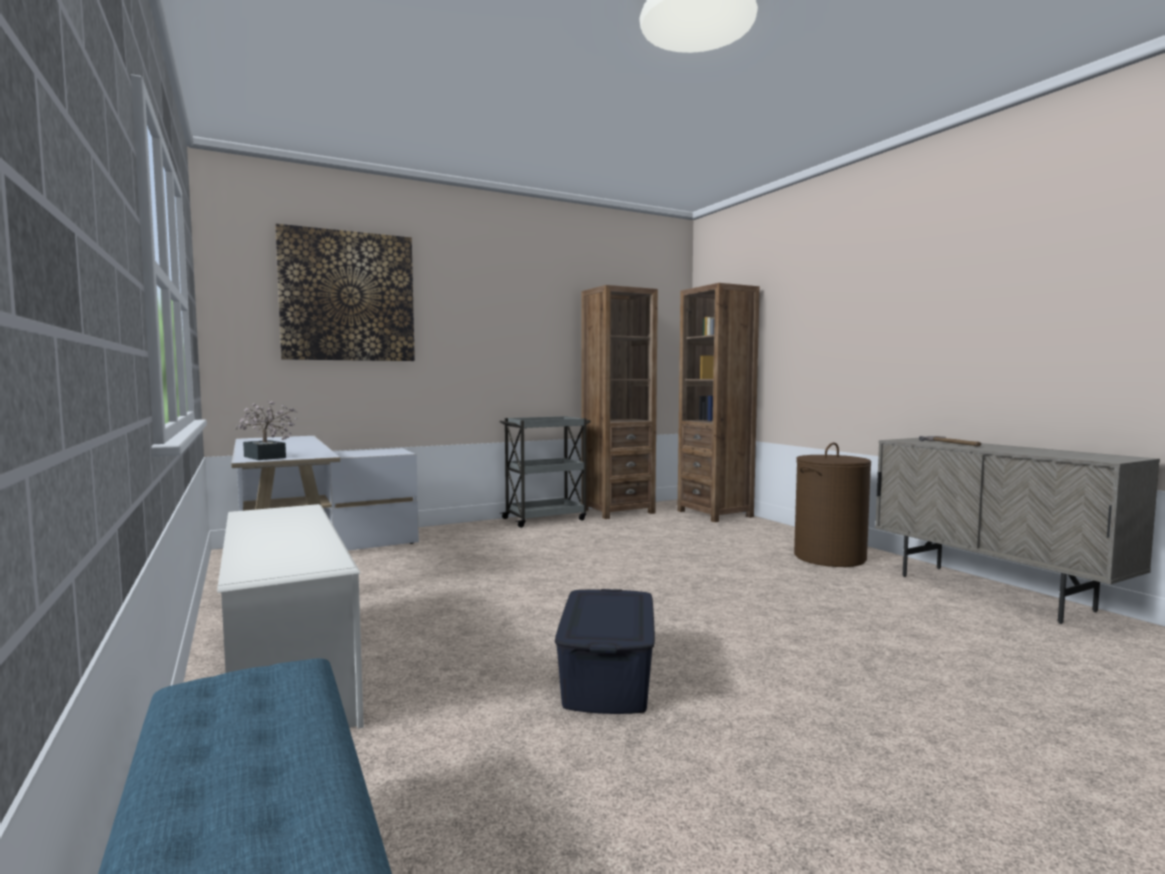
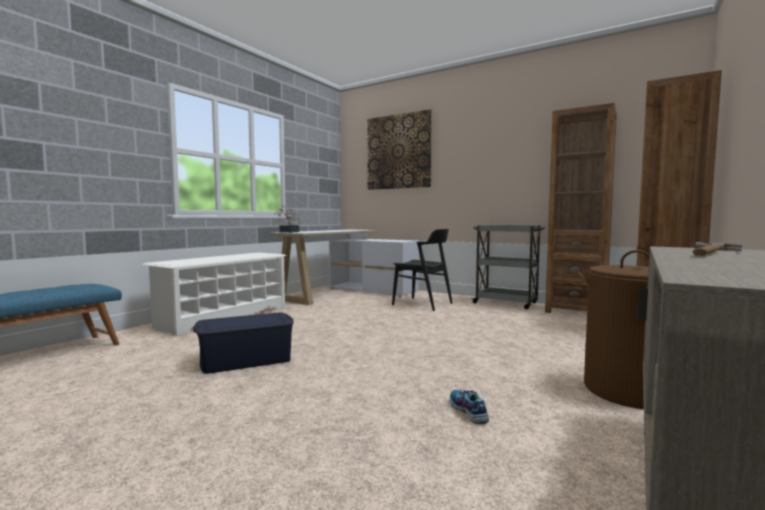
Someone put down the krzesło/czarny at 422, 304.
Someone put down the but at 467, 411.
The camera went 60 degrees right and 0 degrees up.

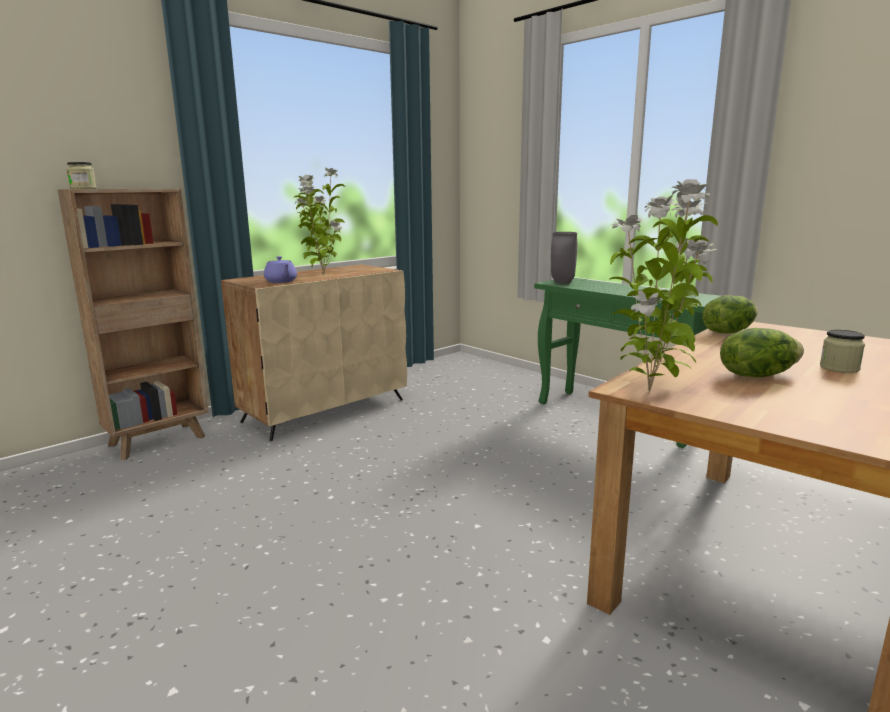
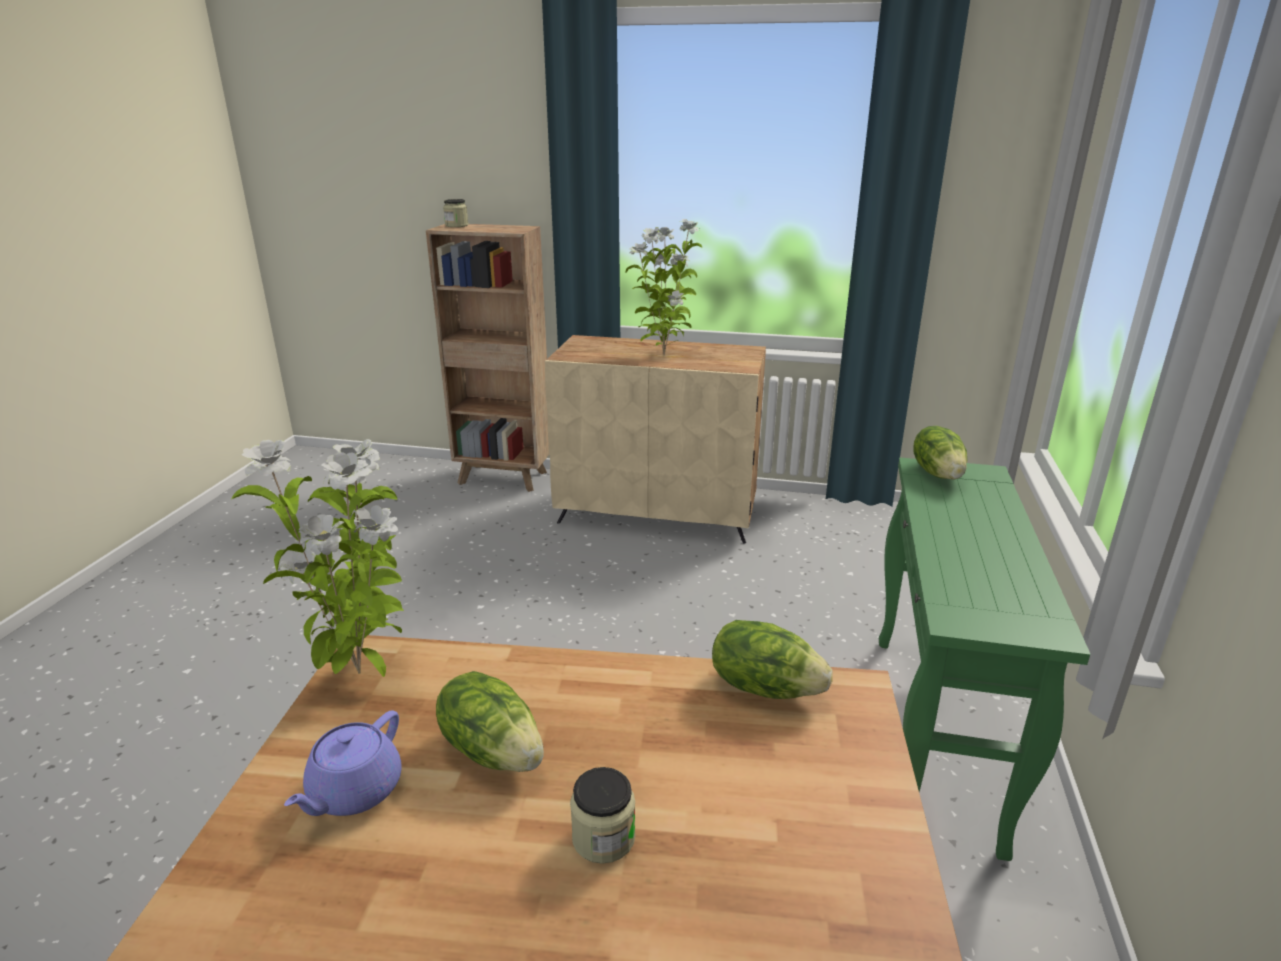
Someone carried the imbryk/fioletowy from 281, 281 to 354, 791.
Someone swapped the wazon/szary at 562, 282 for the sałata at 938, 473.
The camera went 55 degrees right and 10 degrees up.

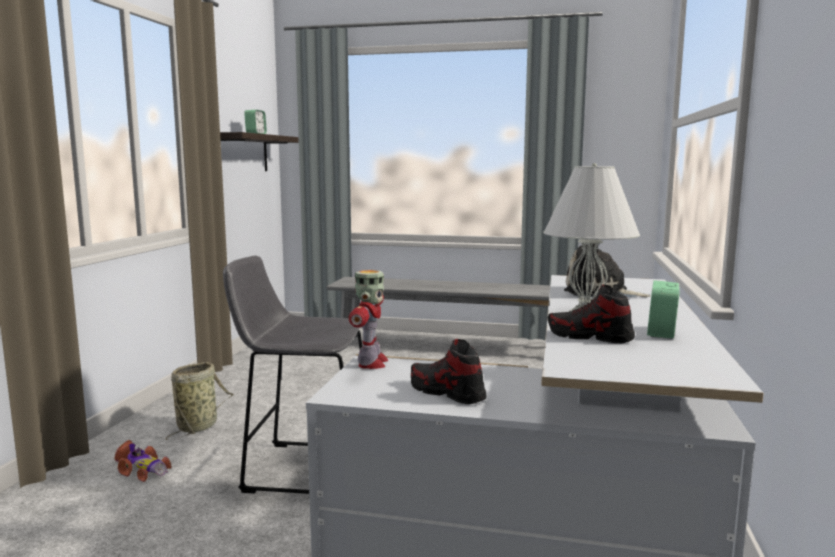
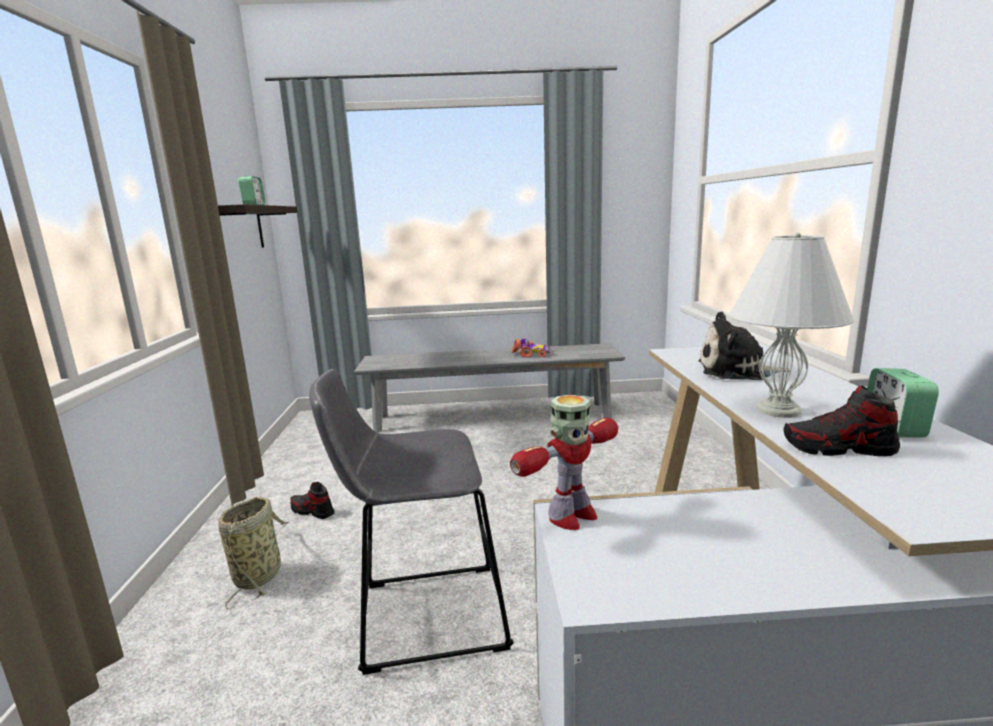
Someone carried the samochodzik from 142, 470 to 531, 354.
Someone carried the but from 446, 392 to 312, 511.
Someone rotated the robot zabawkowy at 371, 363 by 60 degrees clockwise.
The camera went 15 degrees left and 5 degrees up.

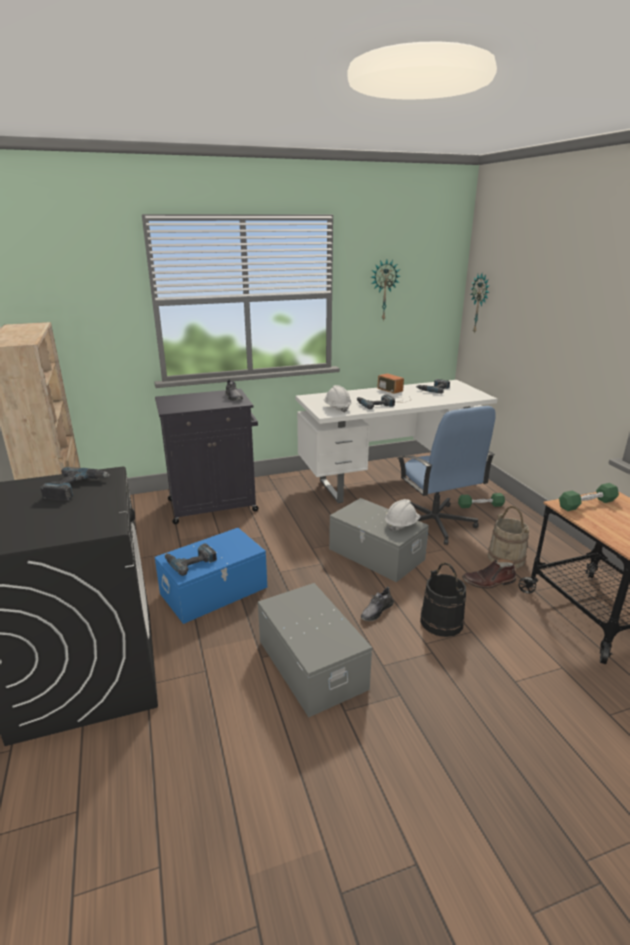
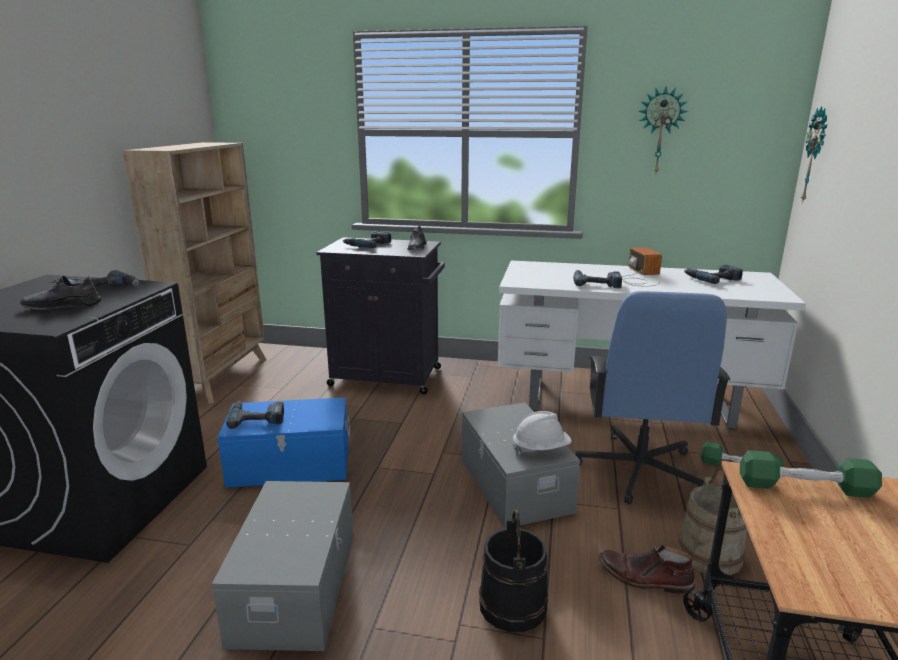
Someone took away the kask/biały at 337, 408.
Someone put down the wiertarka at 368, 245.
Someone carried the but/szary from 376, 611 to 63, 306.
The camera went 30 degrees right and 5 degrees down.

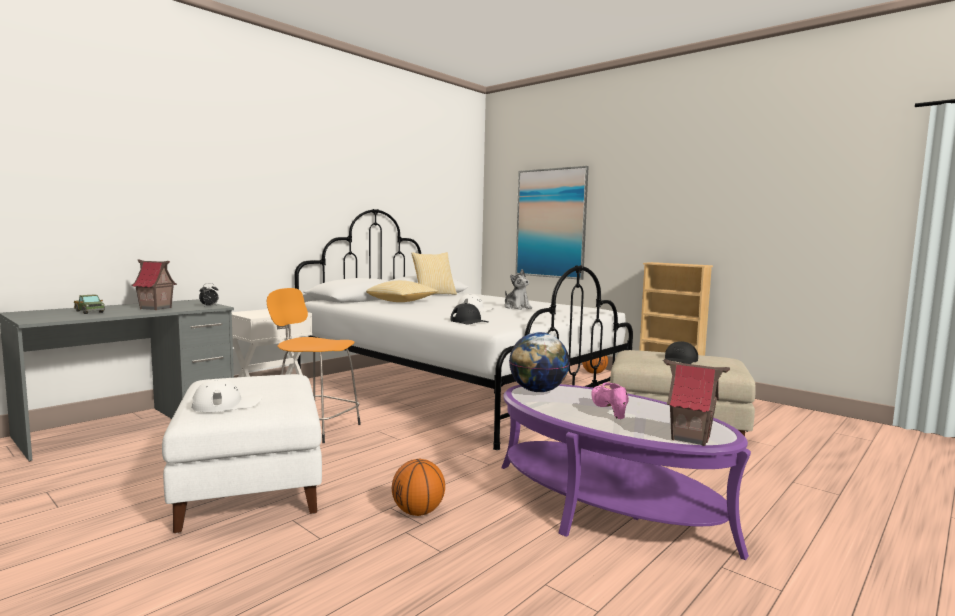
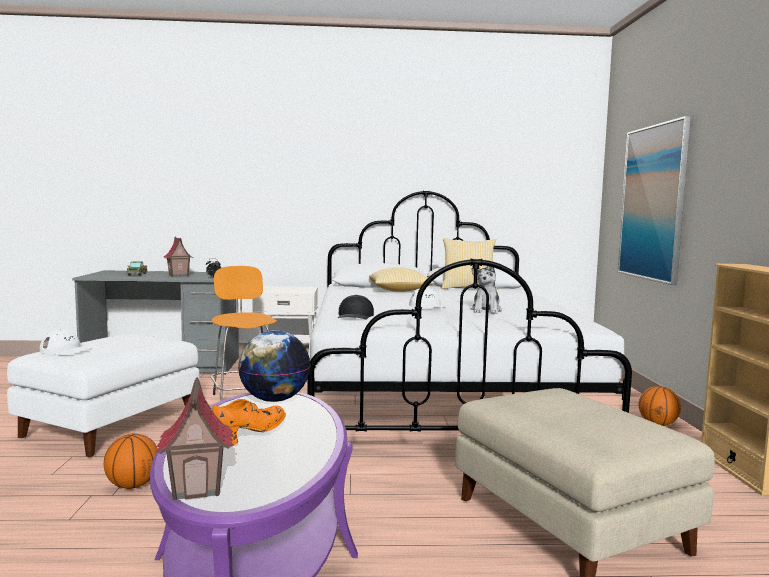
Someone took away the czapka z daszkiem/czarny at 679, 360.
Someone repainted the but/różowy at 608, 411, which became the but/pomarańczowy at 250, 436.
The camera went 45 degrees right and 0 degrees up.

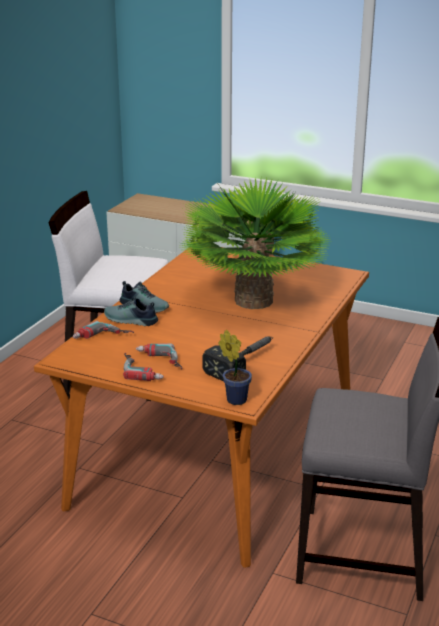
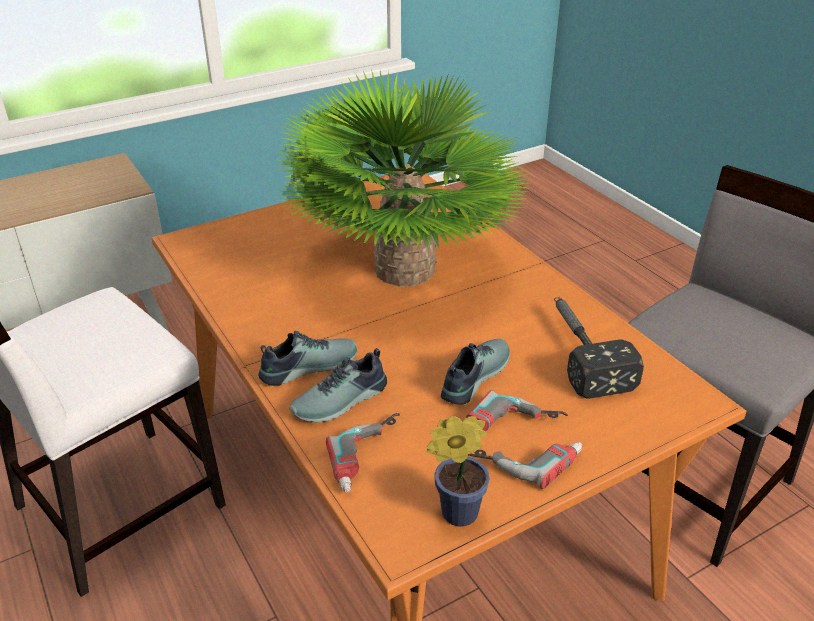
Someone put down the but at 472, 376.
Someone carried the roślina doniczkowa from 234, 399 to 454, 513.
The camera went 55 degrees left and 10 degrees up.

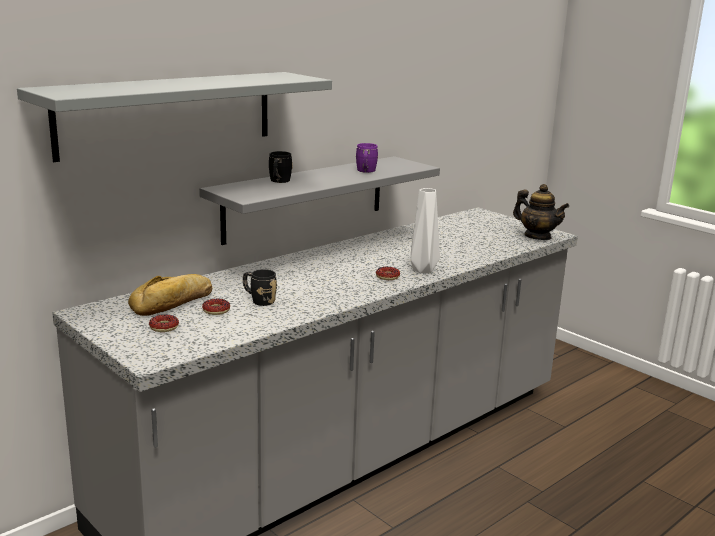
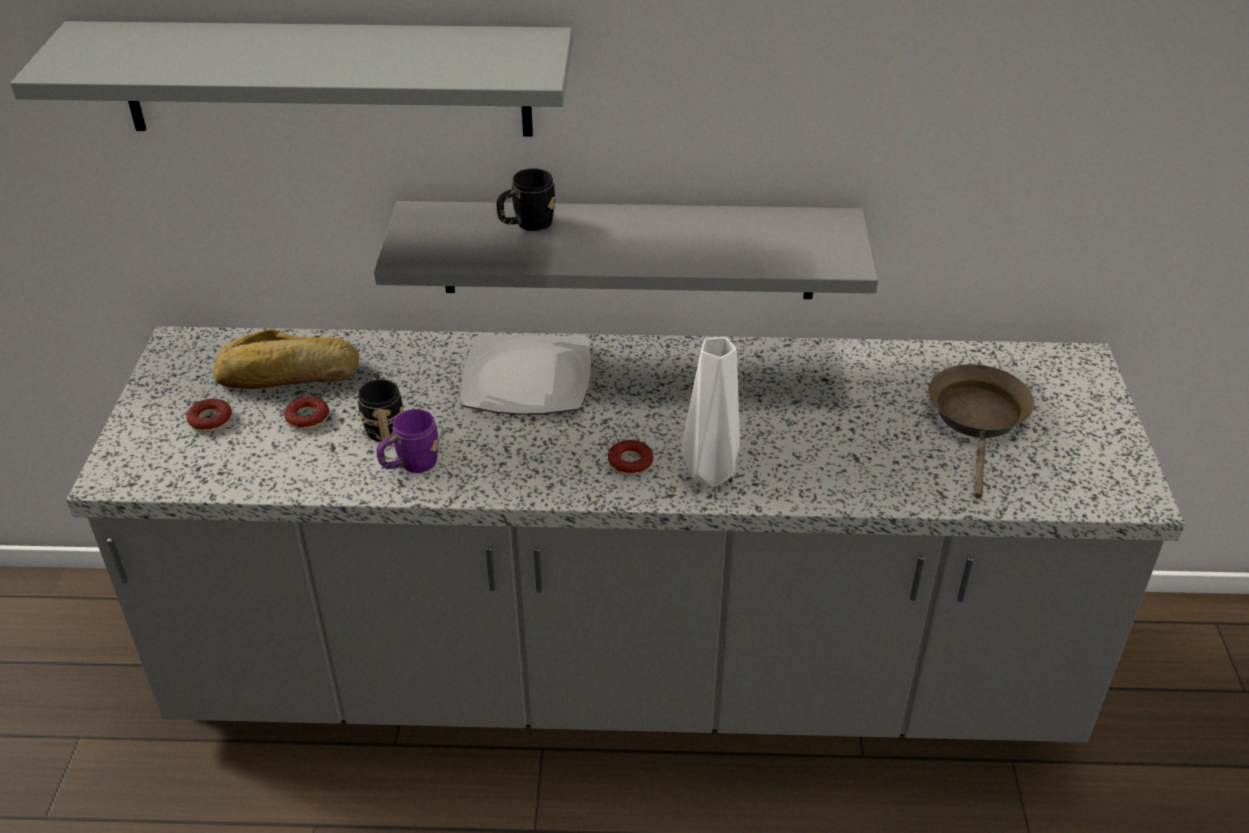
Someone took away the imbryk at 537, 237.
Someone put down the talerz at 526, 378.
Someone put down the patelnia/brązowy at 978, 420.
Someone carried the kubek/fioletowy from 365, 171 to 410, 465.
The camera went 45 degrees right and 20 degrees up.

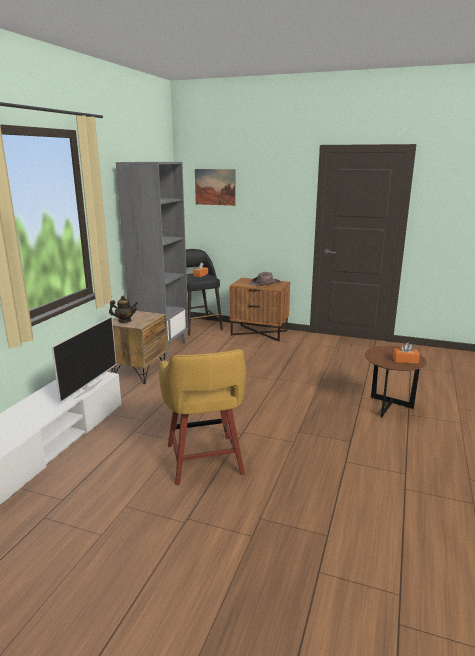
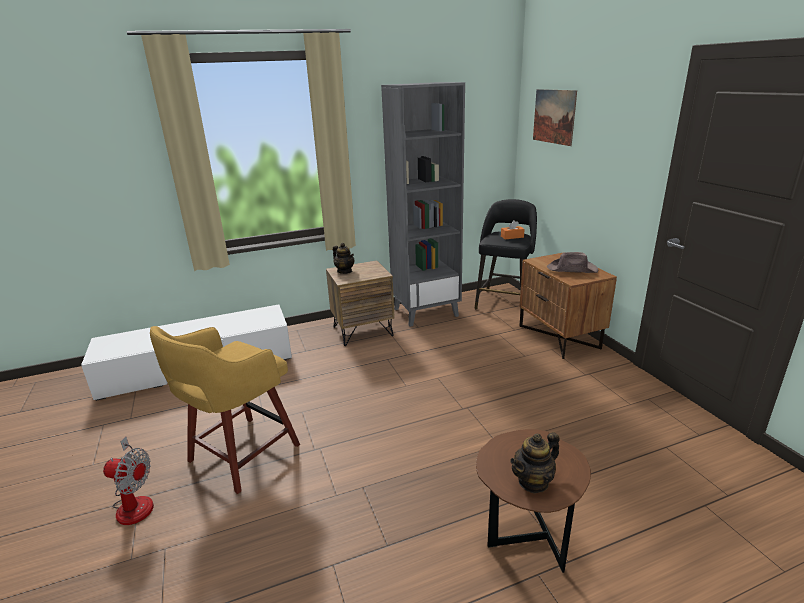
Someone took away the telewizor at 87, 388.
Someone put down the wentylator at 135, 502.
Someone swapped the pudełko chusteczek/pomarańczowy at 405, 360 for the imbryk at 533, 482.
The camera went 50 degrees right and 5 degrees up.

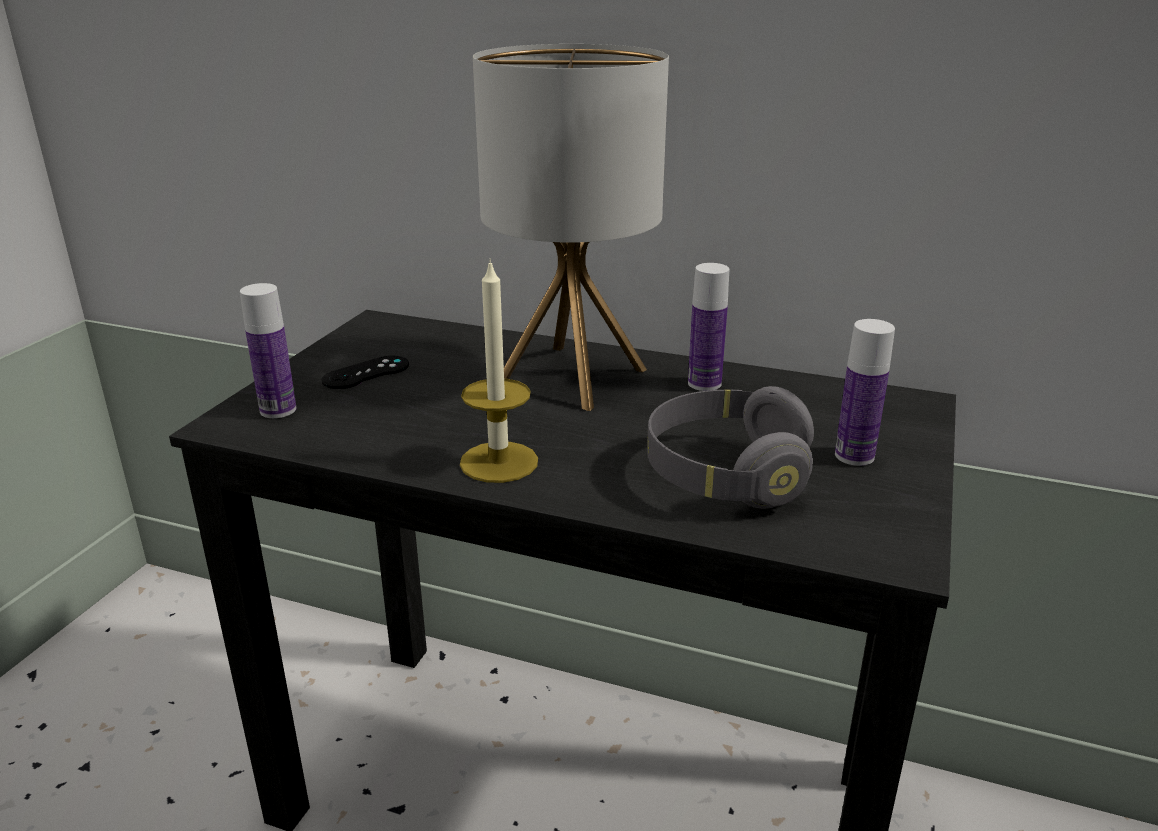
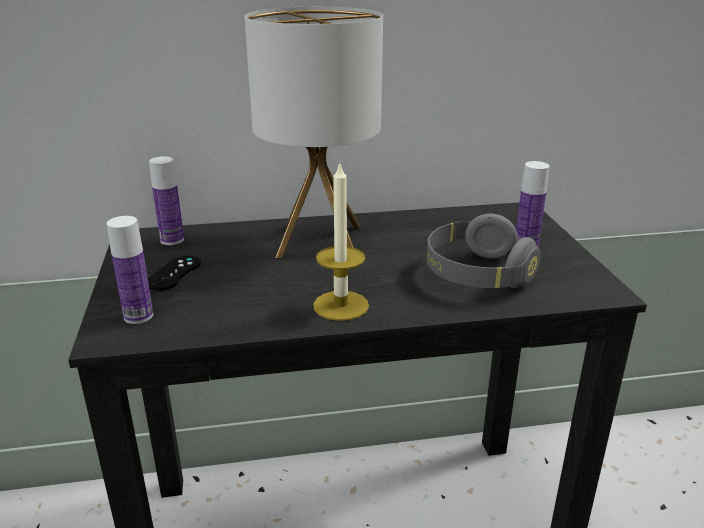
Someone carried the butelka from 704, 383 to 172, 240.
The camera went 30 degrees left and 0 degrees up.

